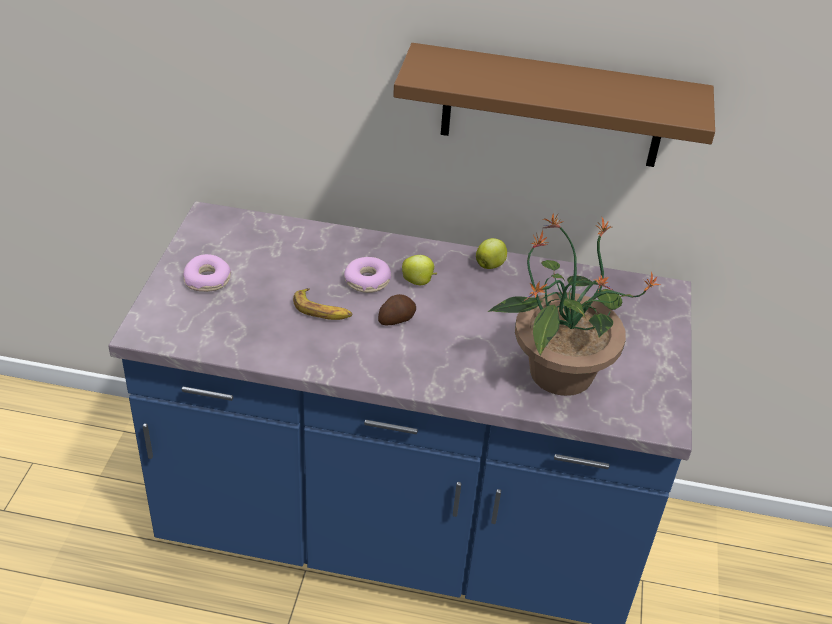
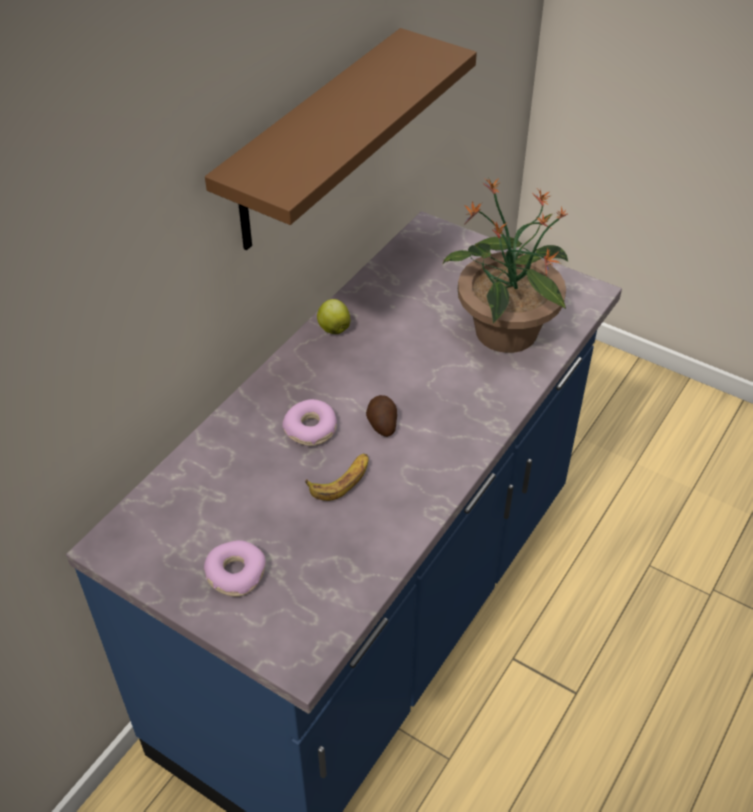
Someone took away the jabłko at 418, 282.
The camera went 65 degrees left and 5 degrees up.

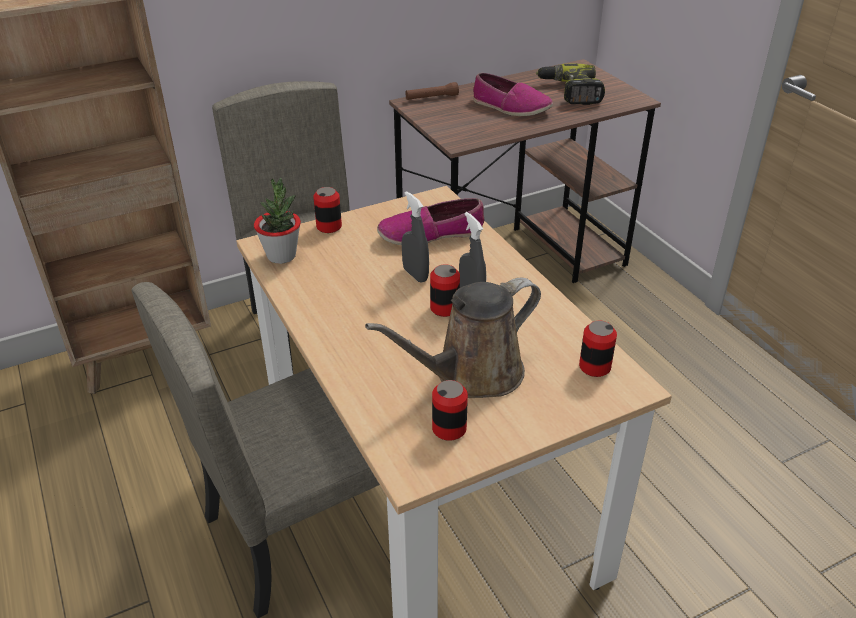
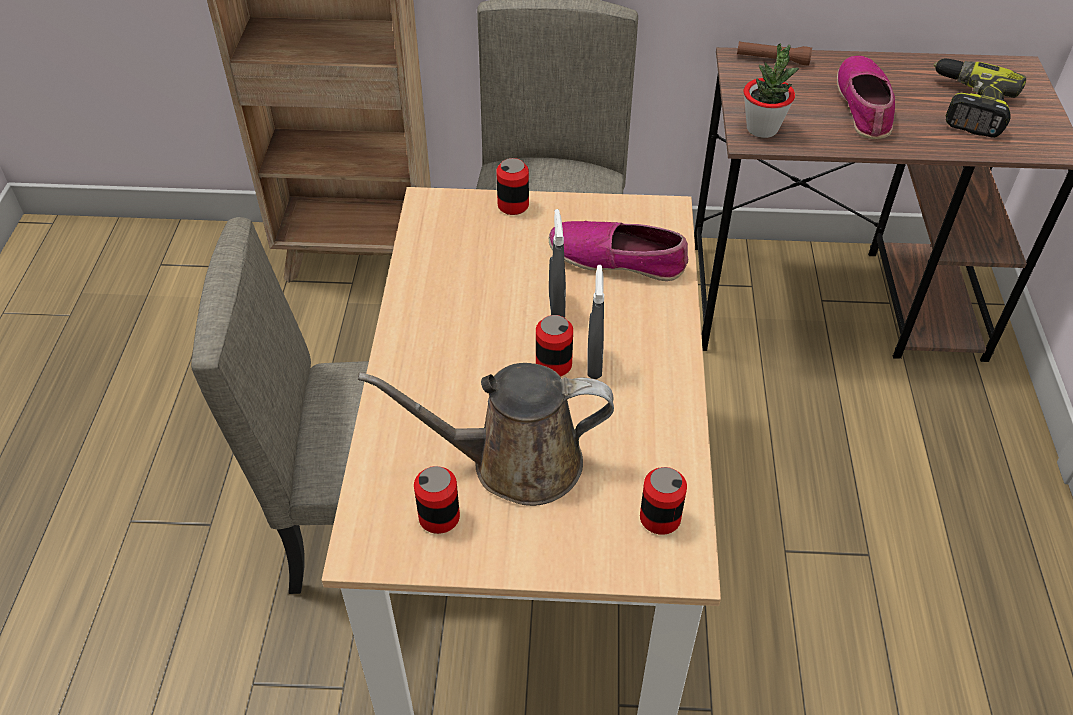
Someone carried the roślina doniczkowa from 281, 256 to 762, 129.
Someone rotated the but at 510, 107 by 150 degrees counterclockwise.
The camera went 30 degrees right and 10 degrees up.

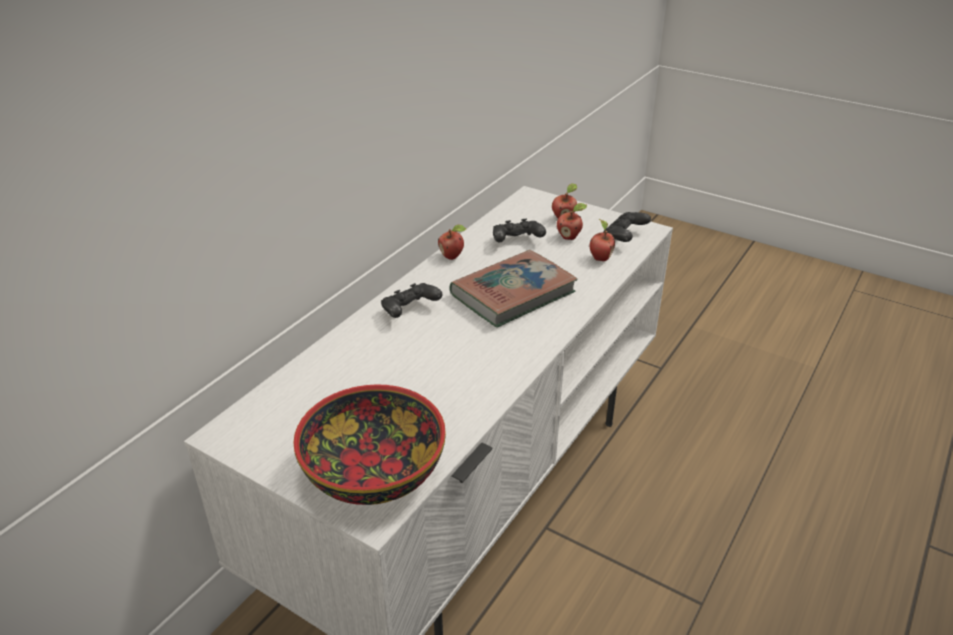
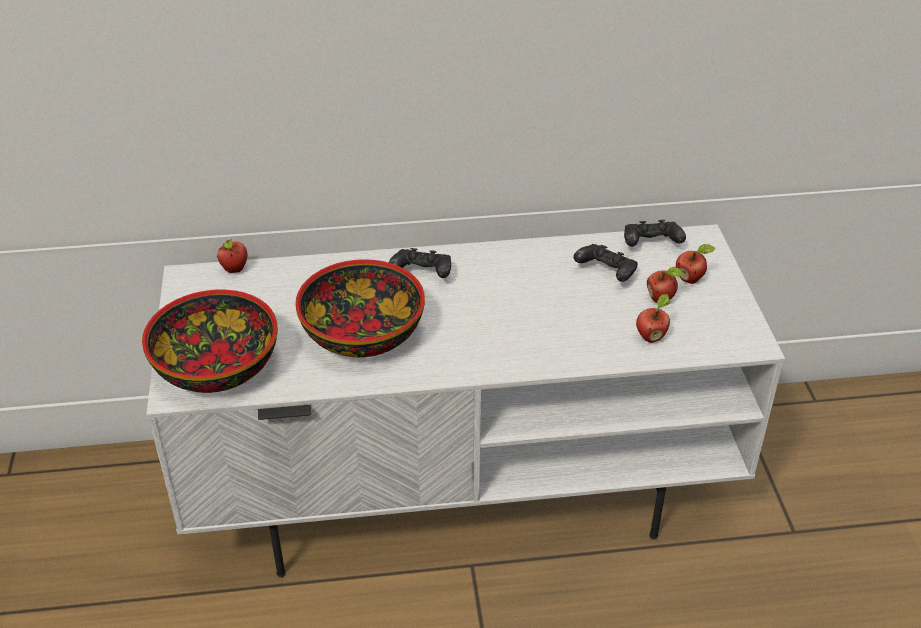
Someone took away the książka at 513, 294.
Someone put down the miska at 362, 333.
Someone carried the jabłko from 452, 257 to 235, 270.
Someone carried the pad do gier/czarny from 624, 237 to 650, 245.
The camera went 50 degrees right and 5 degrees up.

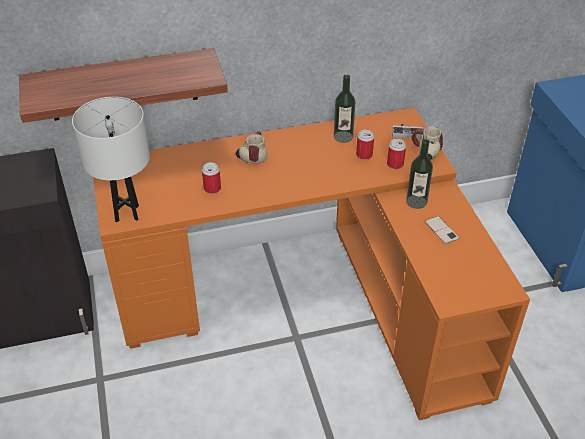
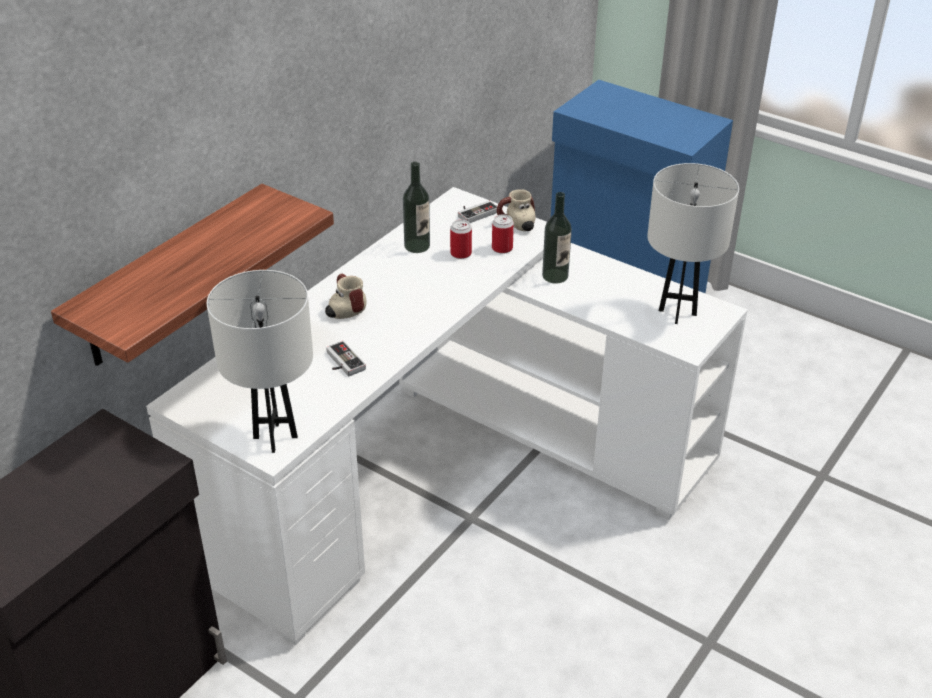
Someone took away the telefon at 441, 230.
Someone put down the lampa stołowa/biały at 677, 312.
Someone swapped the puszka at 212, 188 for the pad do gier at 341, 362.
Someone repainted the biurko/pomarańczowy at 313, 299, which became the biurko/biały at 447, 470.
The camera went 40 degrees left and 5 degrees down.

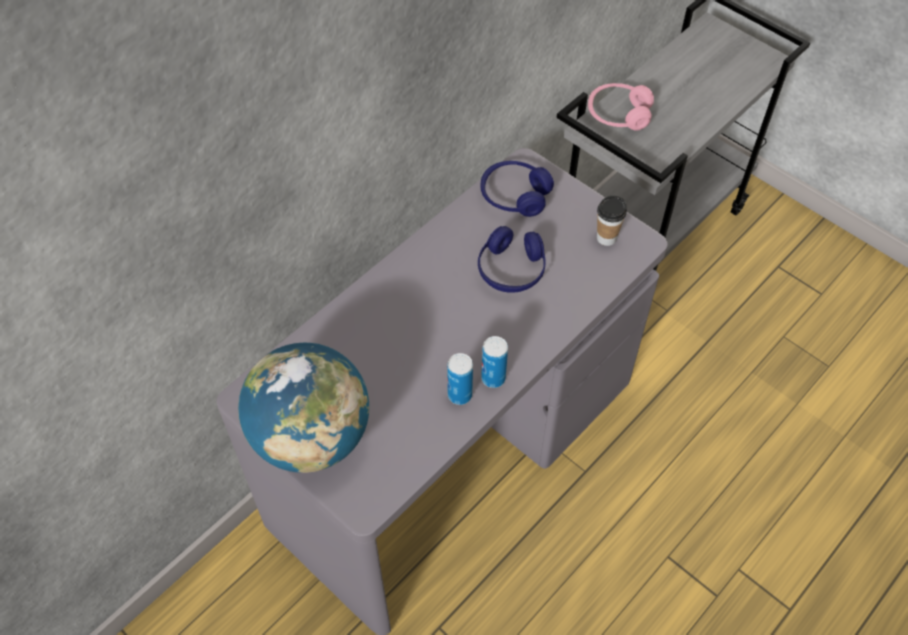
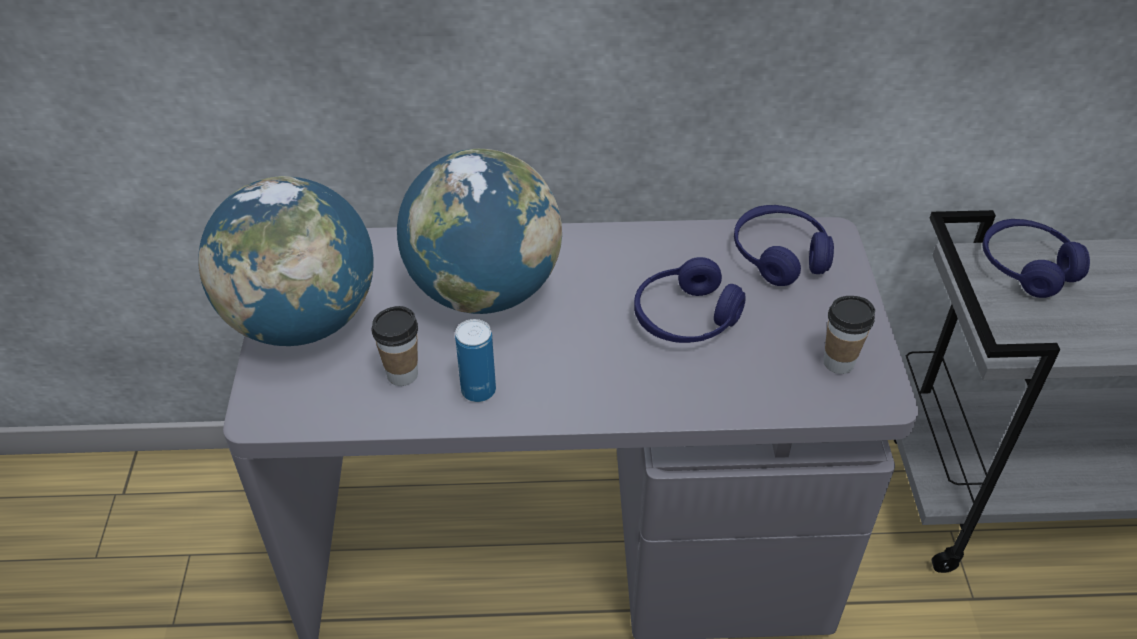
Someone took away the puszka at 493, 378.
Someone put down the filiżanka at 402, 374.
Someone put down the globus at 484, 290.
Someone repainted the słuchawki/różowy at 618, 114, which became the słuchawki/niebieski at 1026, 267.
The camera went 45 degrees right and 10 degrees down.

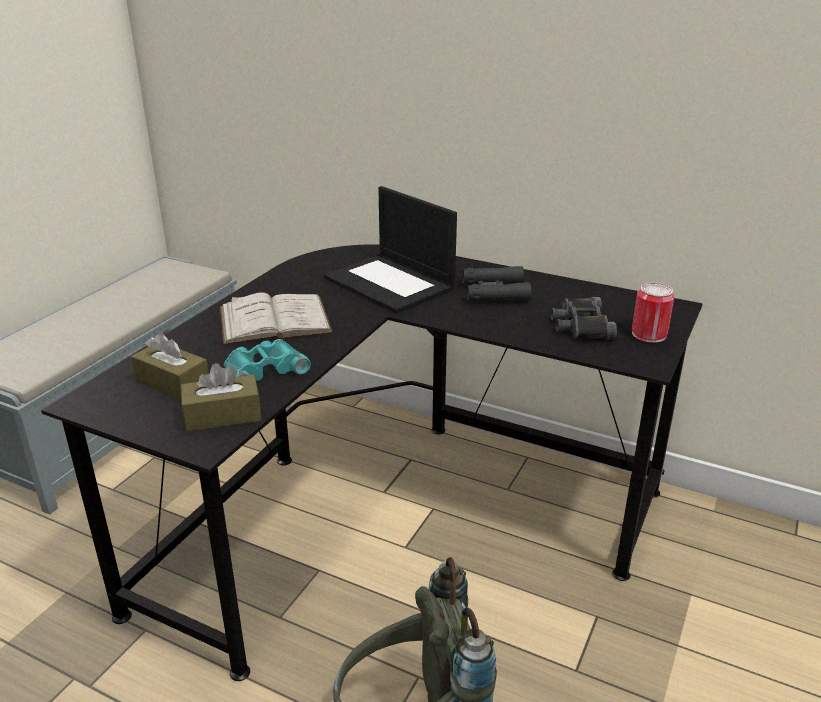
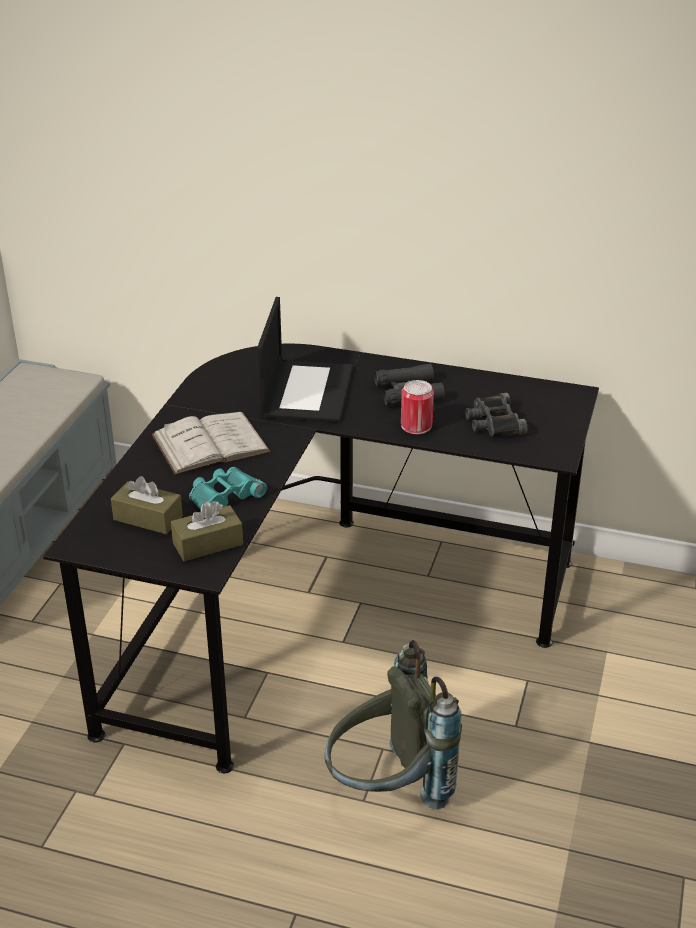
Someone carried the puszka from 649, 334 to 416, 425.
Someone rotated the laptop at 391, 283 by 120 degrees counterclockwise.
The camera went 10 degrees left and 5 degrees up.

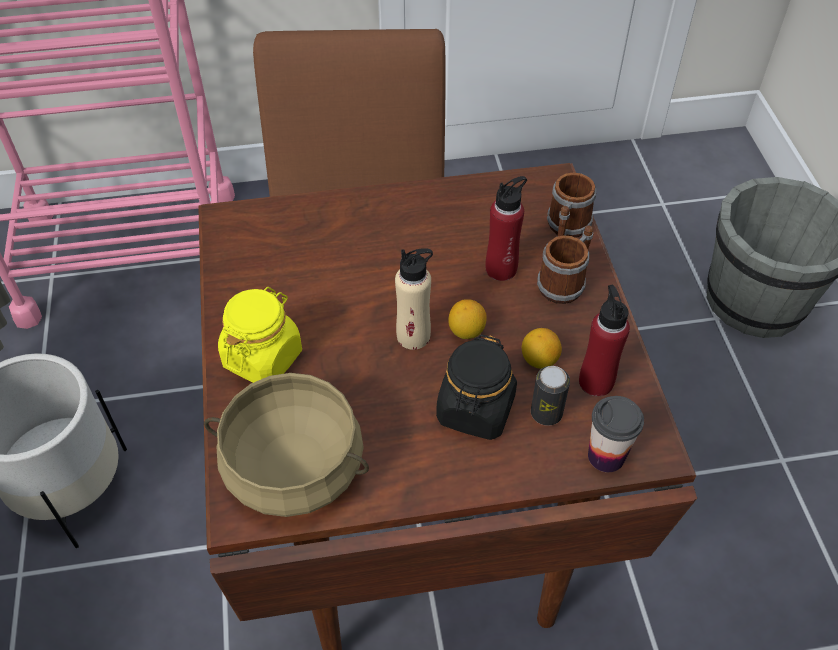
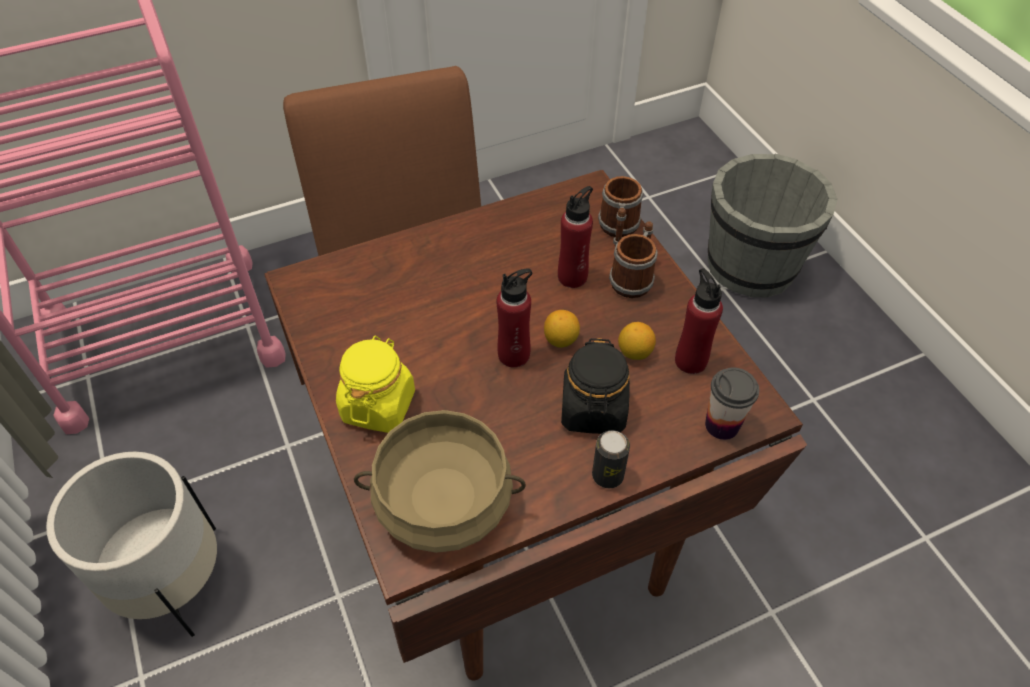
Someone carried the puszka from 546, 413 to 607, 475.
Someone repainted the butelka/beżowy at 413, 336, which became the butelka/czerwony at 514, 355.
The camera went 15 degrees left and 0 degrees up.

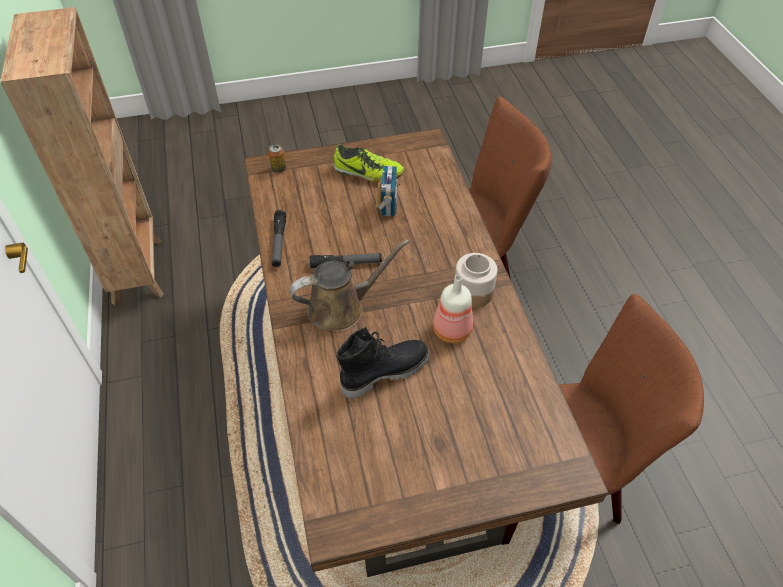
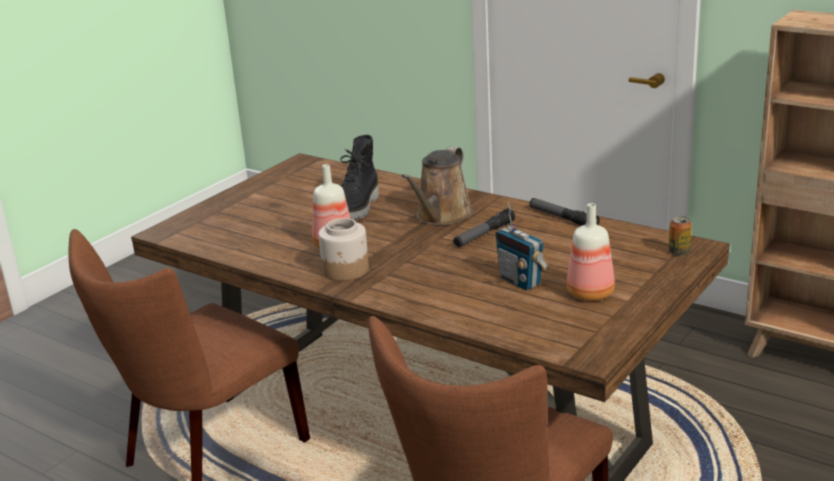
Someone swapped the but at 368, 173 for the butelka at 591, 293.
The camera went 140 degrees right and 25 degrees down.

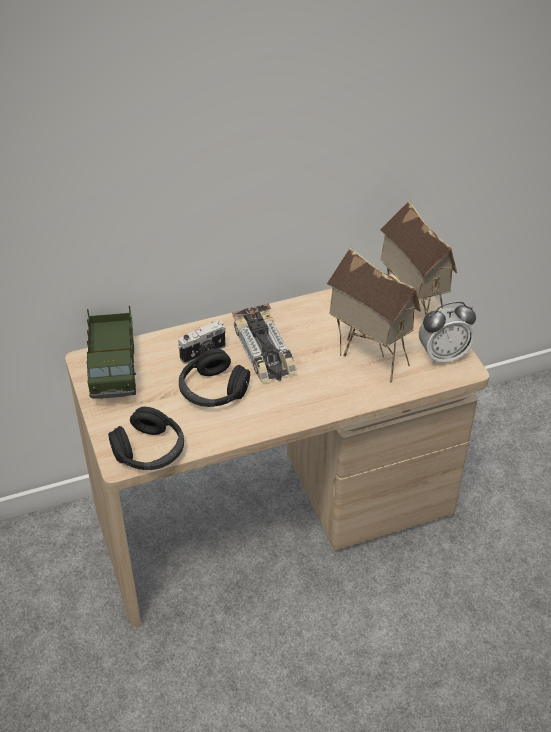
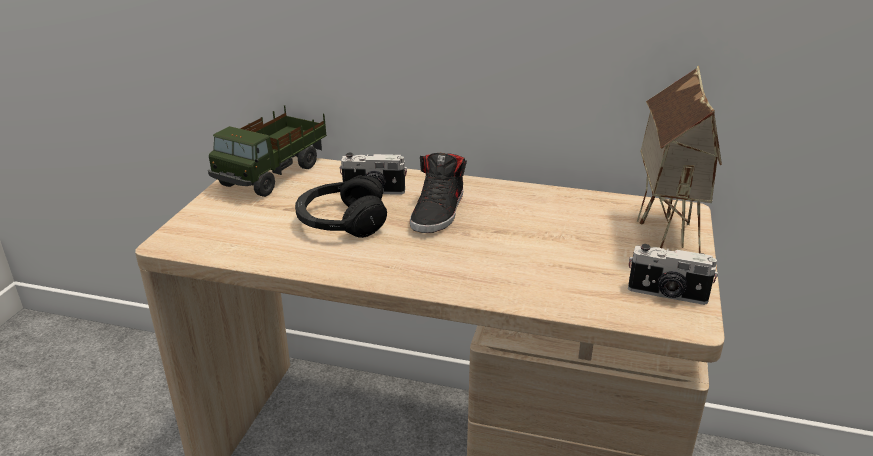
Someone took away the słuchawki/czarny at 149, 451.
Someone took away the domek at 368, 358.
Someone swapped the samochodzik at 264, 351 for the but/czarny at 439, 211.
Someone swapped the budzik at 443, 355 for the aparat fotograficzny at 667, 294.
The camera went 35 degrees right and 15 degrees down.

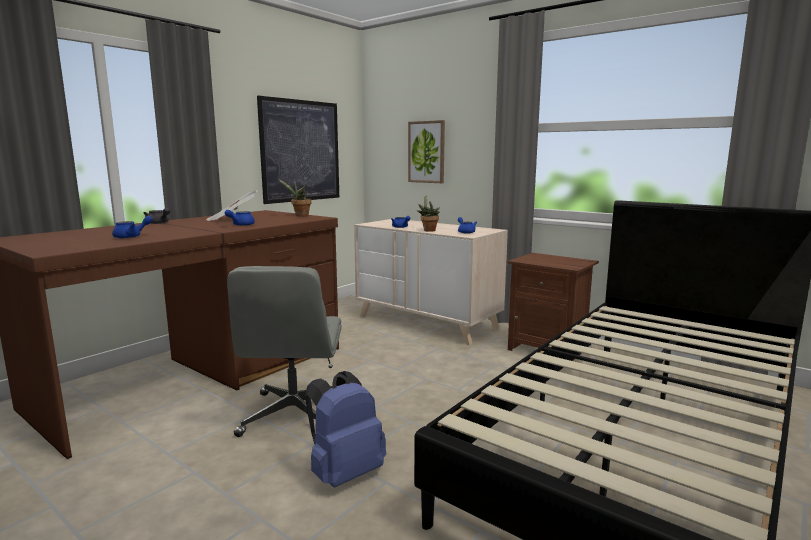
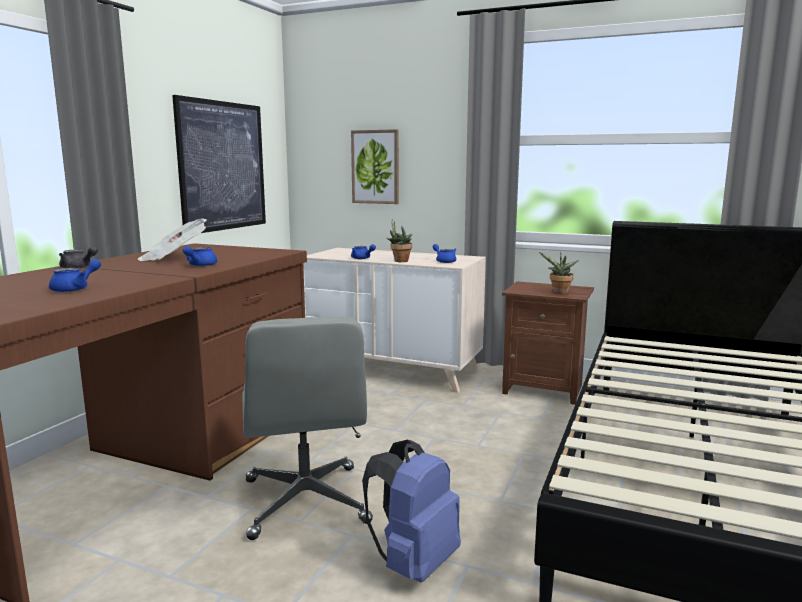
Someone carried the roślina doniczkowa from 300, 215 to 559, 293.
The camera went 15 degrees left and 0 degrees up.

